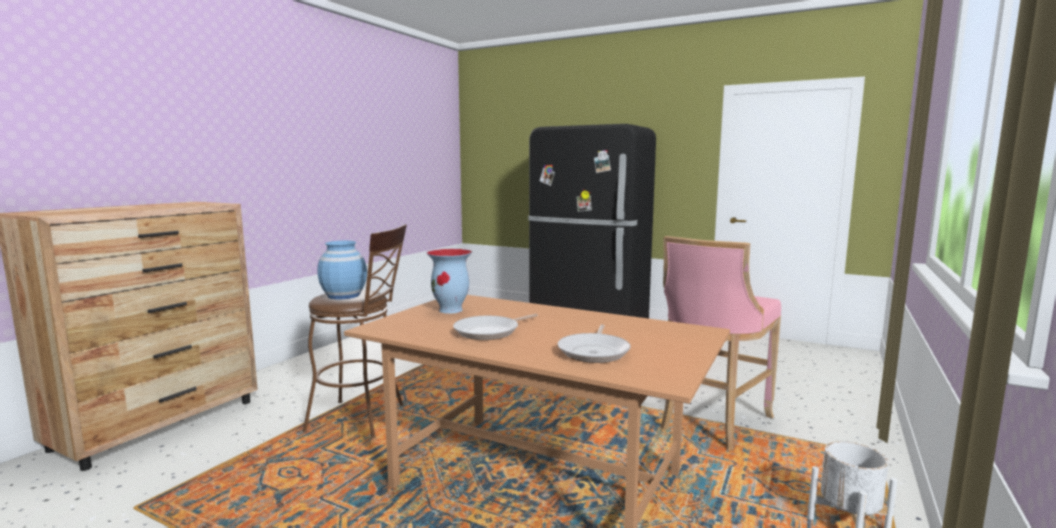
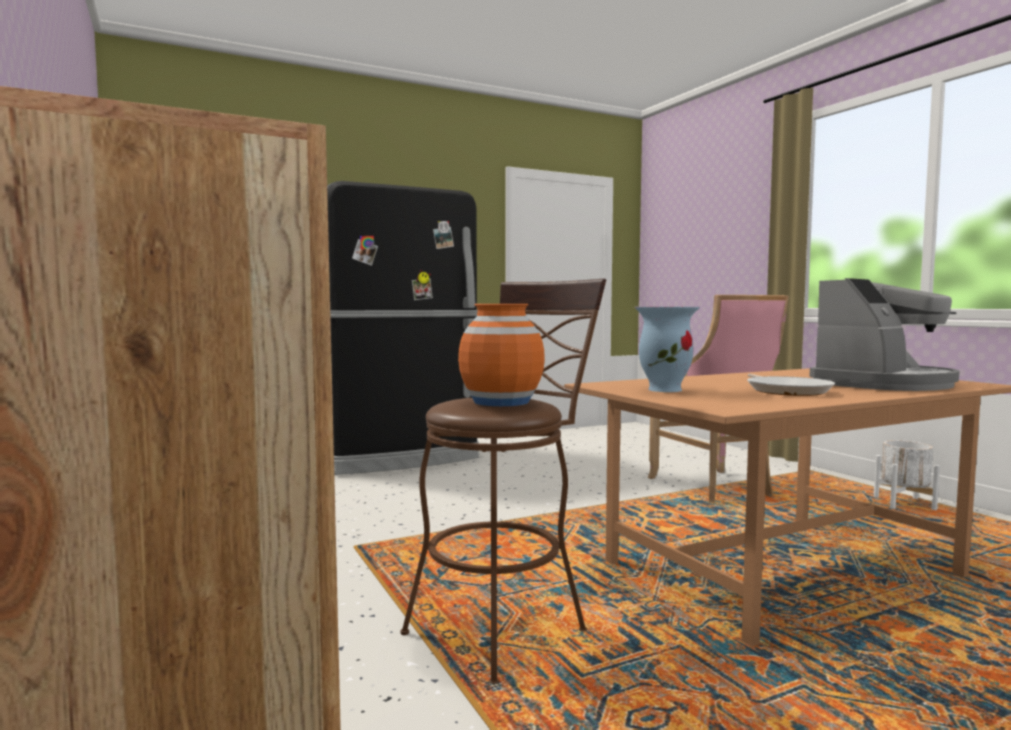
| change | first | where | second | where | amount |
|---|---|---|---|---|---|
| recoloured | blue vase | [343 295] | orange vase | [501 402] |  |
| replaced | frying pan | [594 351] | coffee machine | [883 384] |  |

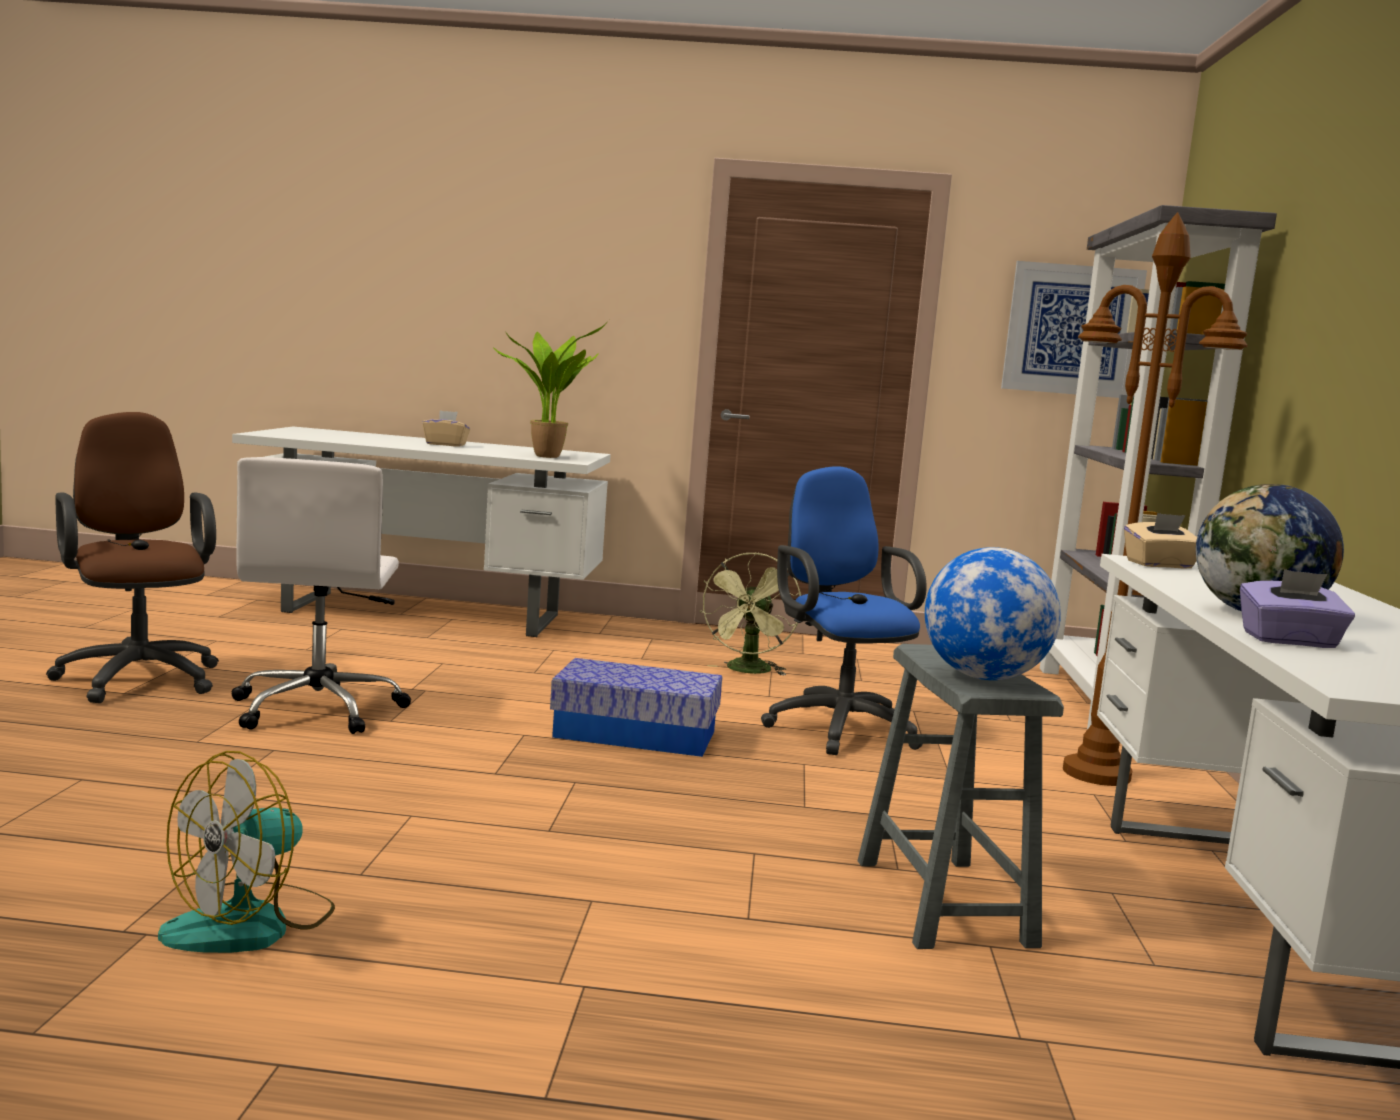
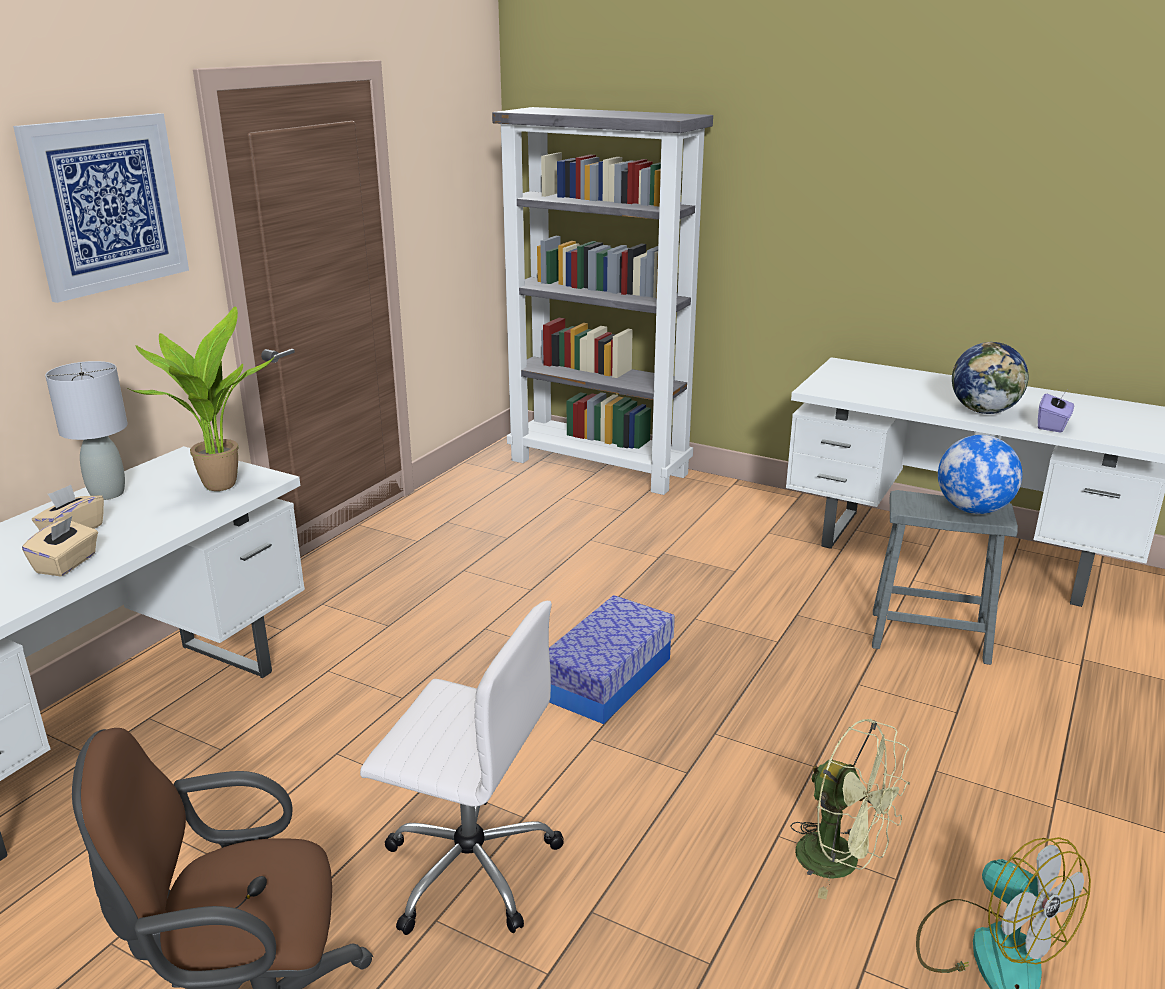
| change | first | where | second | where | amount |
|---|---|---|---|---|---|
| removed | brown floor lamp | [1097 774] |  |  |  |
| moved | picture | [1072 330] |  | [106 204] |  |
| removed | blue office chair | [836 727] |  |  |  |
| moved | beige tissue box | [1160 565] |  | [67 564] |  |
| moved | green fan | [748 671] |  | [841 862] |  |
| added |  |  | grey table lamp | [107 494] |  |

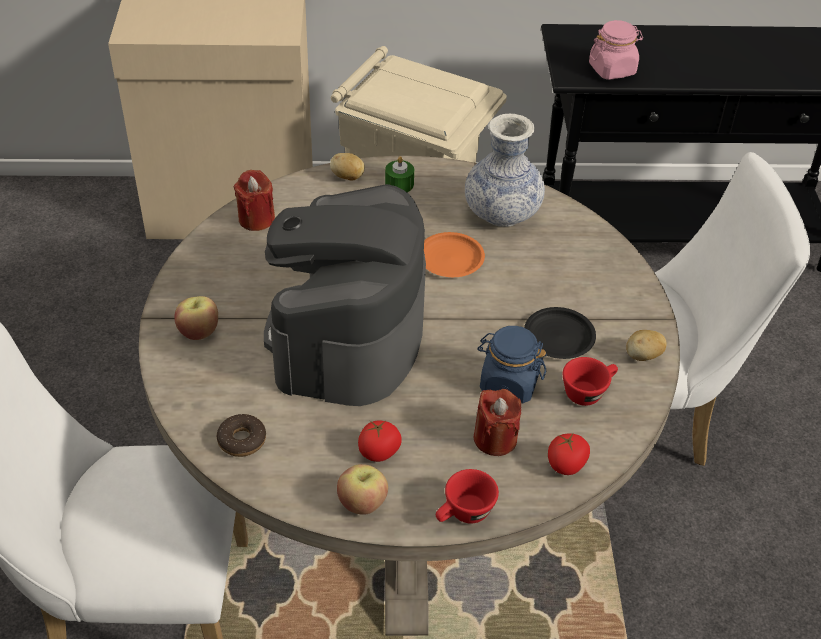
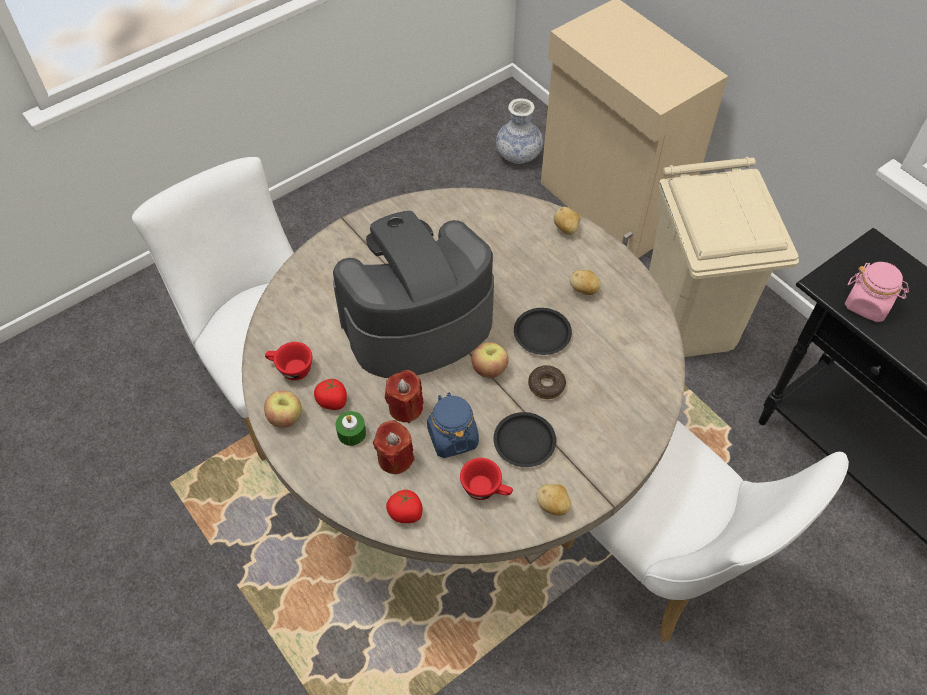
| change | first | where | second | where | amount |
|---|---|---|---|---|---|
| moved | vase | [502 213] |  | [518 155] |  |
| moved | green candle | [399 184] |  | [351 433] |  |
| moved | red candle | [256 219] |  | [405 407] |  |
| recoloured | orange plate | [450 259] | black plate | [542 333] |  |
| moved | apple | [198 331] |  | [489 369] |  |
| moved | donut | [242 440] |  | [546 385] |  |
| moved | red cup | [464 514] |  | [290 369] |  |
| added |  |  | potato | [584 290] |  |

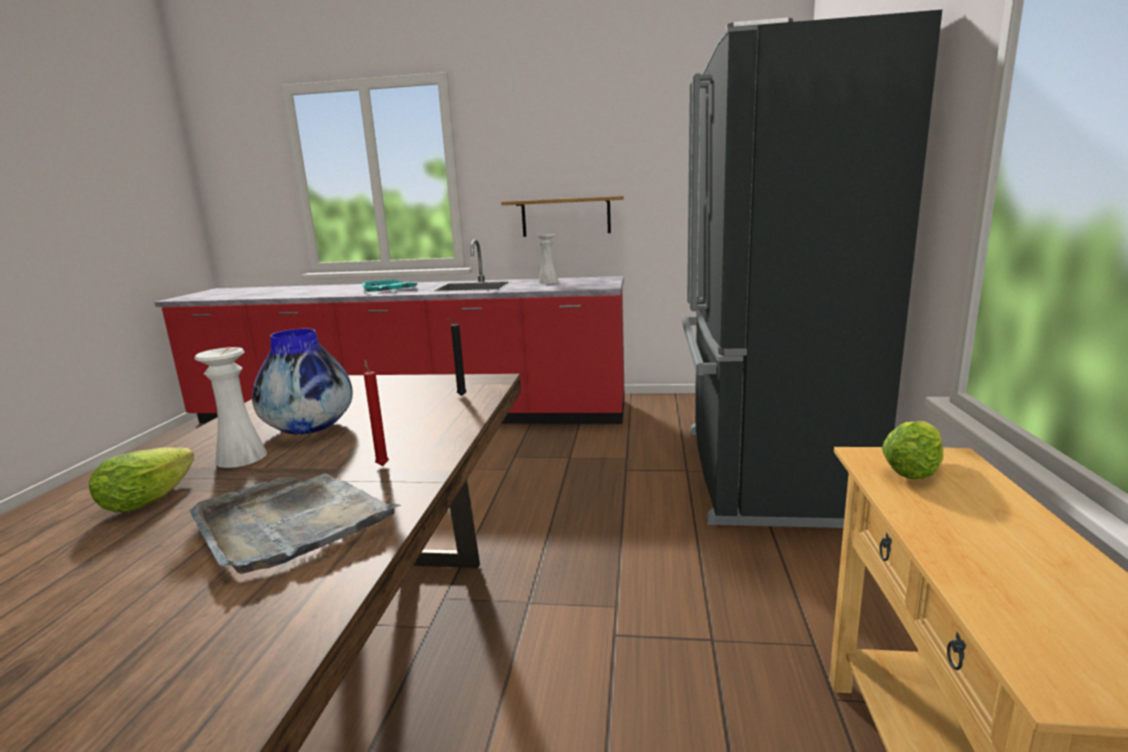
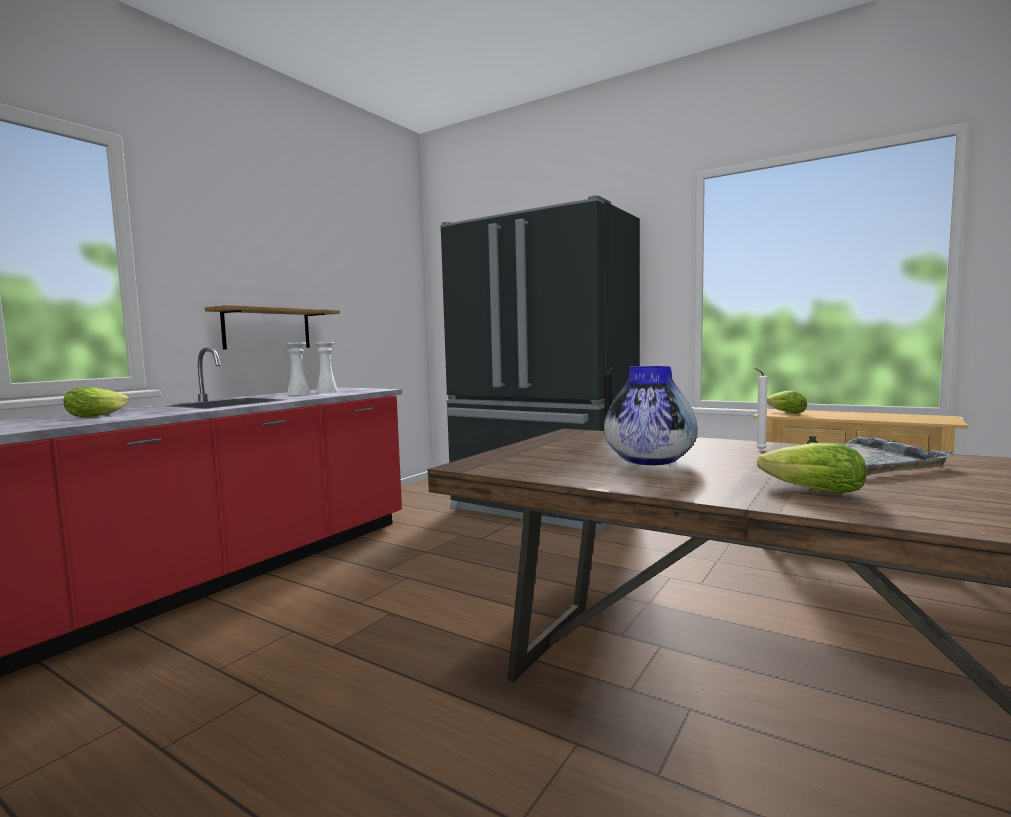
| change | first | where | second | where | amount |
|---|---|---|---|---|---|
| replaced | turquoise tray | [389 288] | lettuce | [100 415] |  |
| moved | white vase | [241 457] |  | [327 391] |  |
| recoloured | red candle | [382 465] | white candle | [759 450] |  |

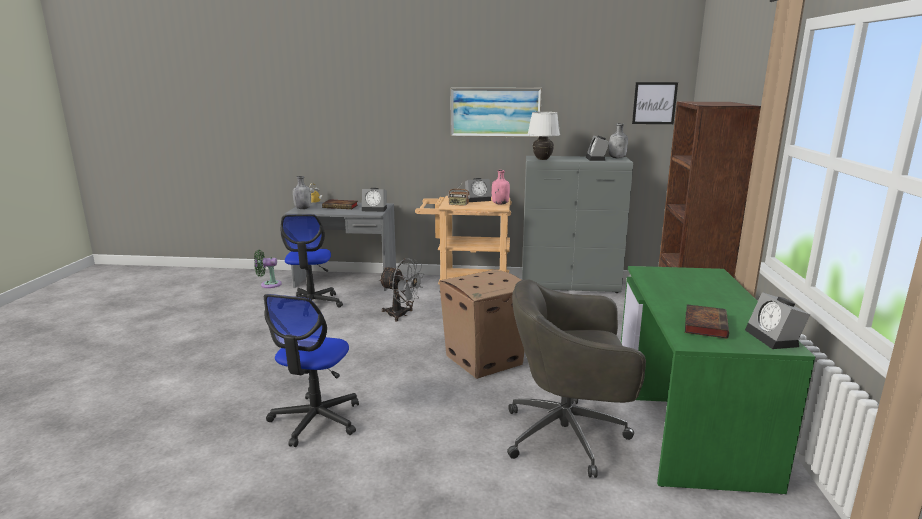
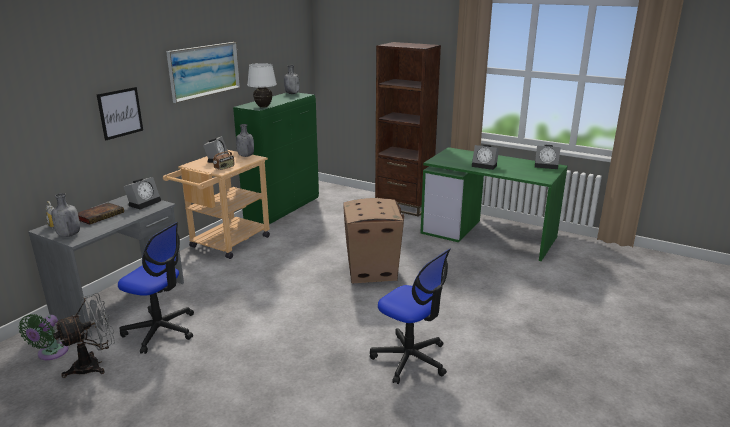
| change | first | where | second | where | amount |
|---|---|---|---|---|---|
| moved | picture | [654 103] |  | [120 113] |  |
| moved | alarm clock | [596 159] |  | [485 165] |  |
| recoloured | grey cabinet | [570 286] | green cabinet | [283 209] |  |
| recoloured | pink bottle | [500 204] | grey bottle | [245 156] |  |
| moved | grey fan | [402 315] |  | [94 365] |  |
| removed | grey office chair | [569 435] |  |  |  |
| removed | book | [704 324] |  |  |  |

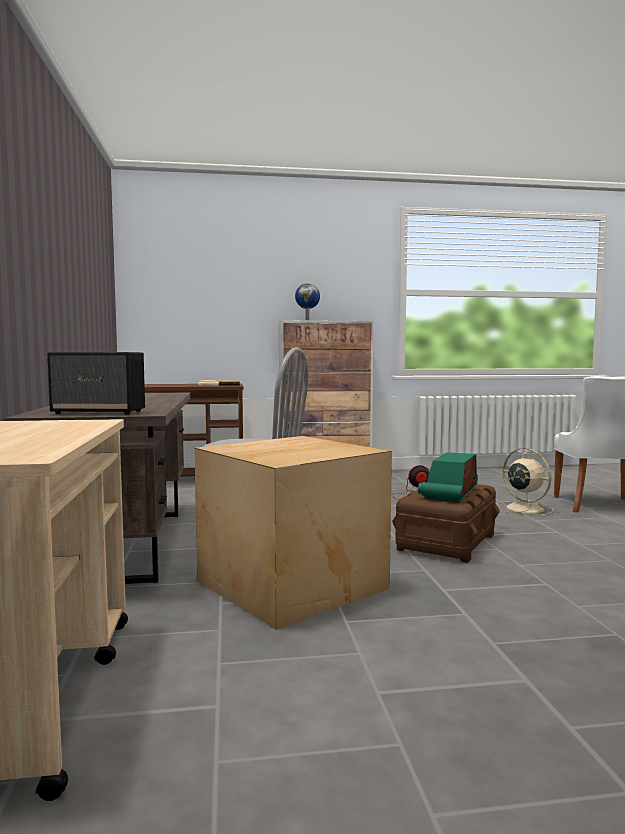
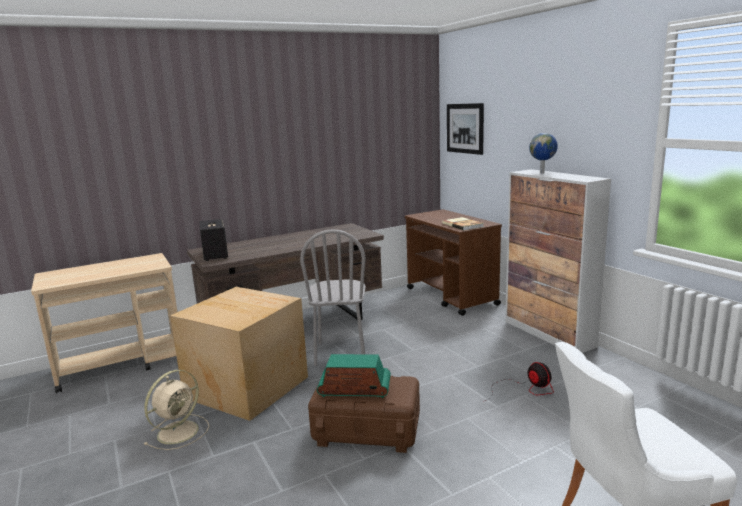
| change | first | where | second | where | amount |
|---|---|---|---|---|---|
| moved | beige fan | [523 508] |  | [179 431] |  |
| added |  |  | picture | [465 128] |  |

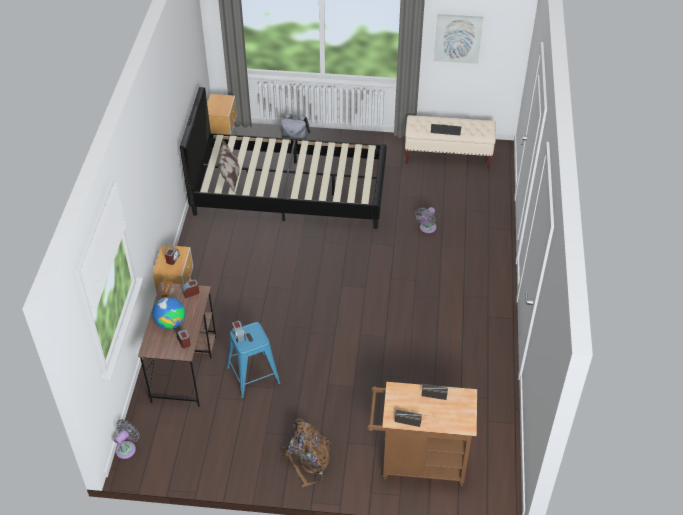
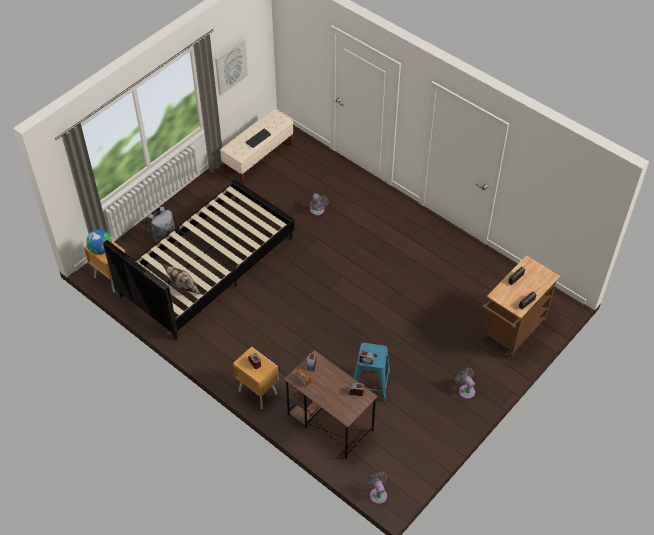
| change | first | where | second | where | amount |
|---|---|---|---|---|---|
| moved | globe | [170 323] |  | [101 249] |  |
| replaced | brown backpack | [308 459] | grey fan | [465 390] |  |

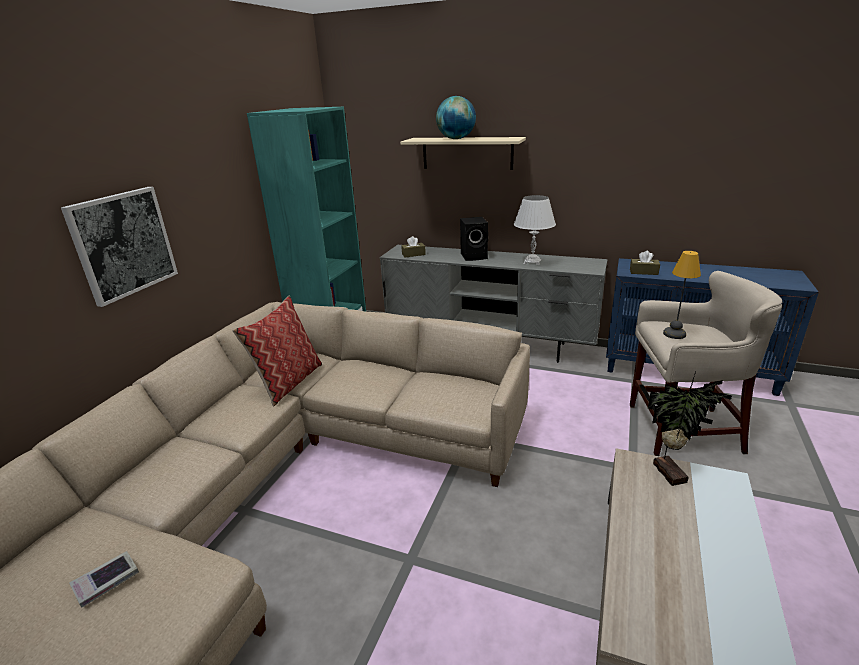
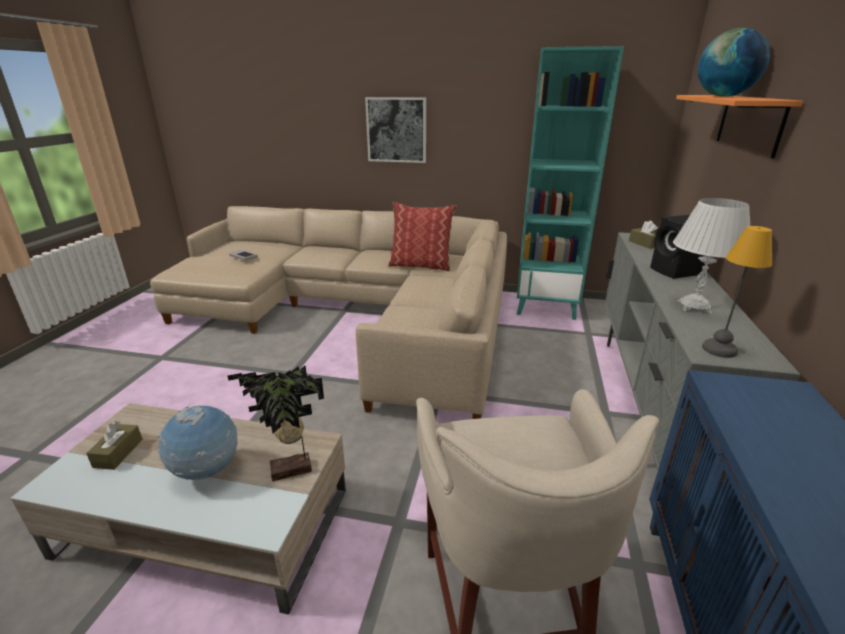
| change | first | where | second | where | amount |
|---|---|---|---|---|---|
| recoloured | beige shelf | [467 153] | orange shelf | [749 123] |  |
| moved | brown tissue box | [643 272] |  | [118 453] |  |
| moved | table lamp | [674 334] |  | [720 350] |  |
| added |  |  | globe | [207 472] |  |

